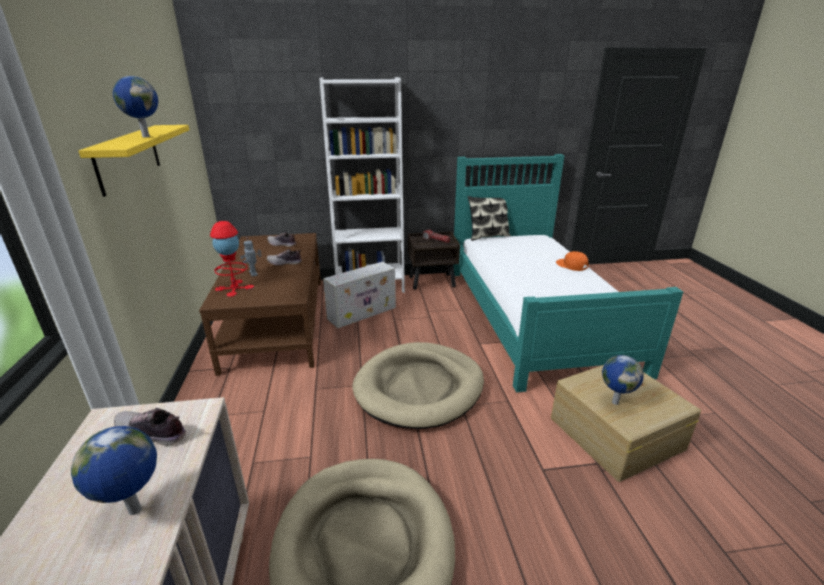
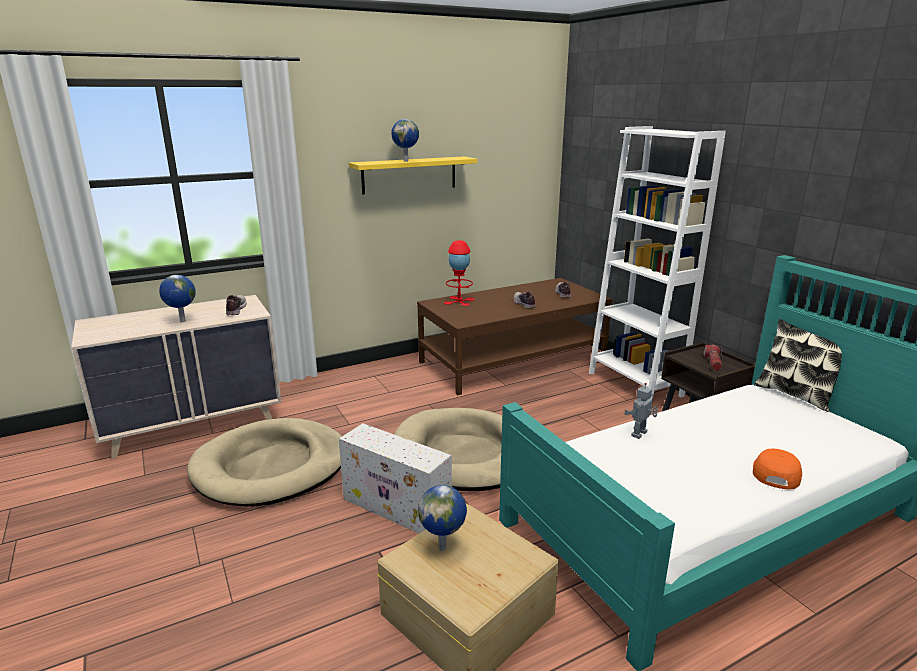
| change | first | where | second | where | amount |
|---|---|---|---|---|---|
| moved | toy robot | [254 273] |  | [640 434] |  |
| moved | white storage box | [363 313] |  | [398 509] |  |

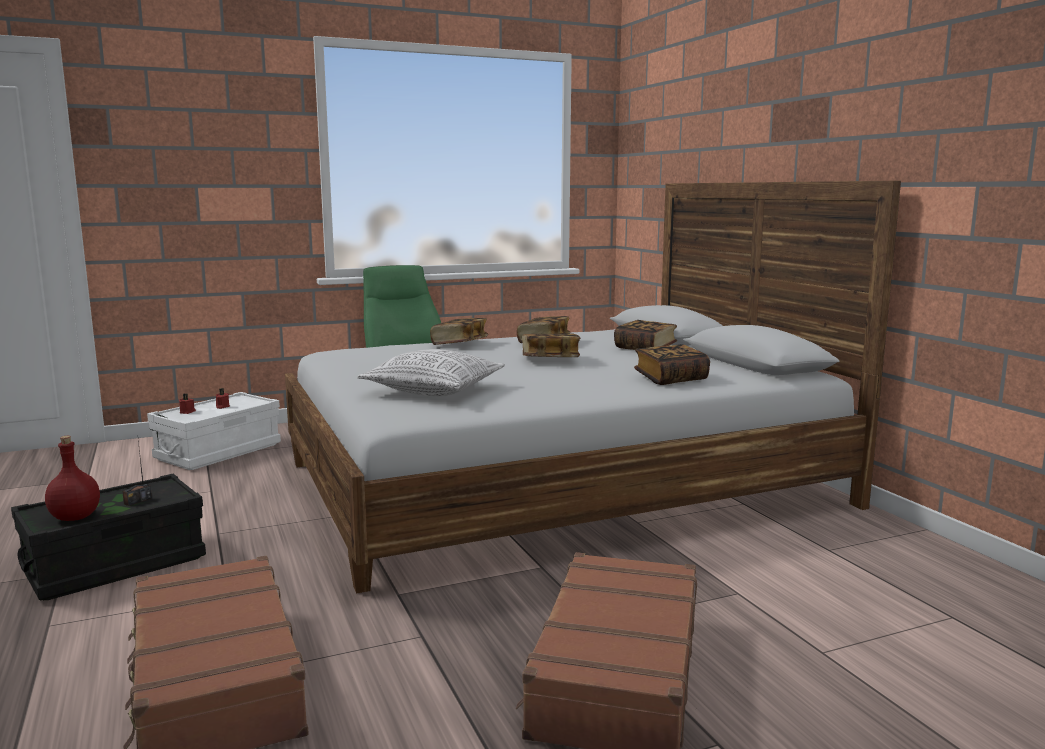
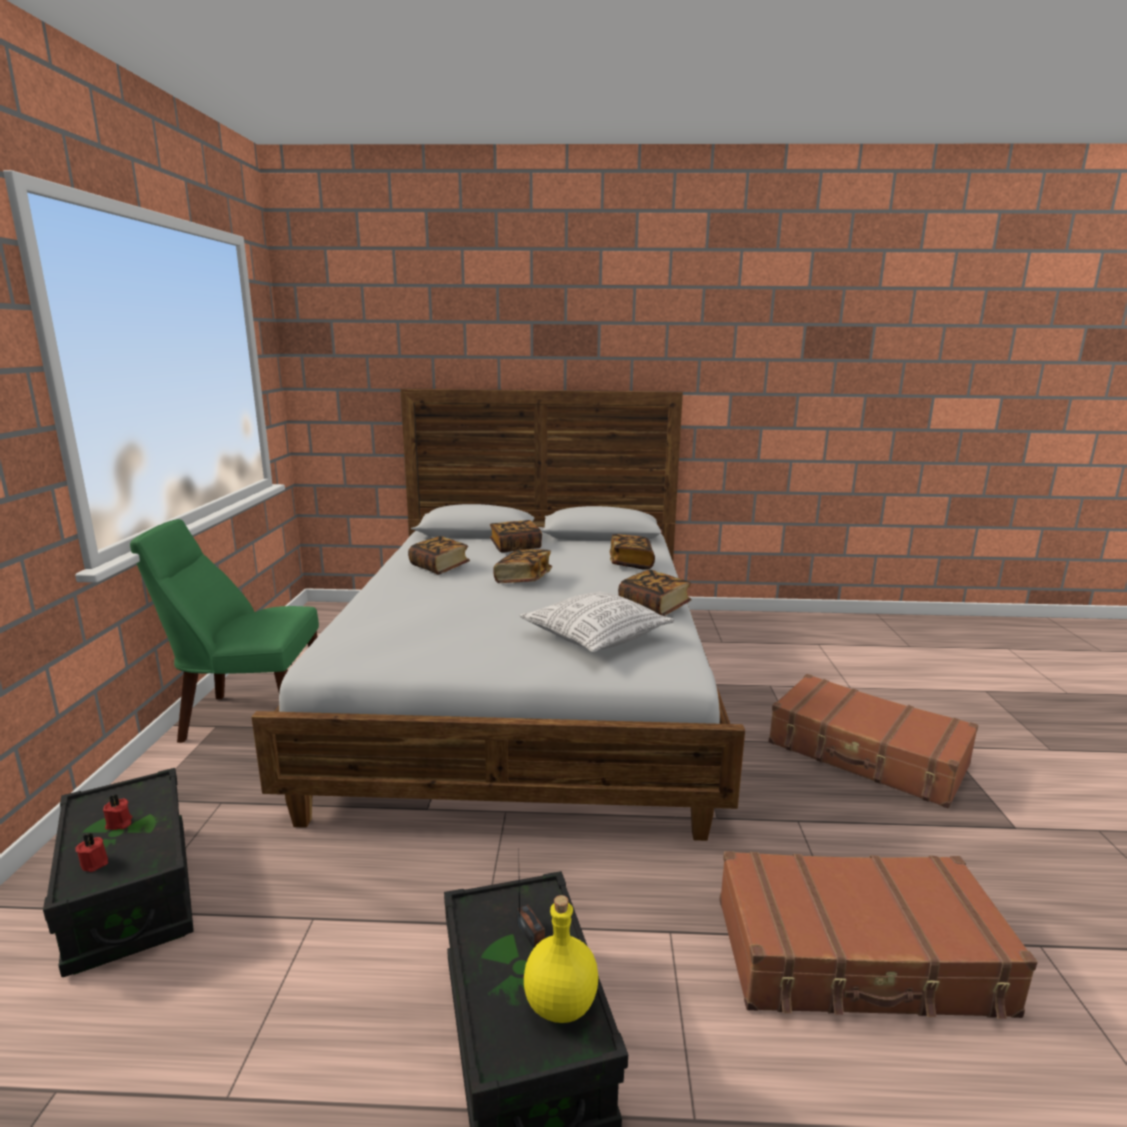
| change | first | where | second | where | amount |
|---|---|---|---|---|---|
| moved | book | [459 344] |  | [654 606] |  |
| recoloured | white storage box | [218 451] | black storage box | [131 894] |  |
| recoloured | red bottle | [76 517] | yellow bottle | [559 1003] |  |

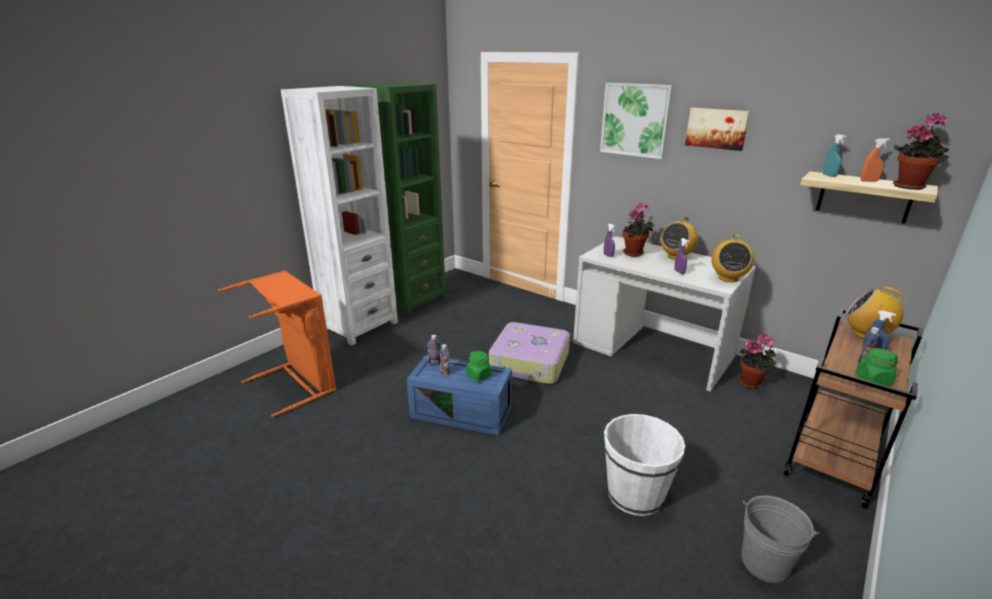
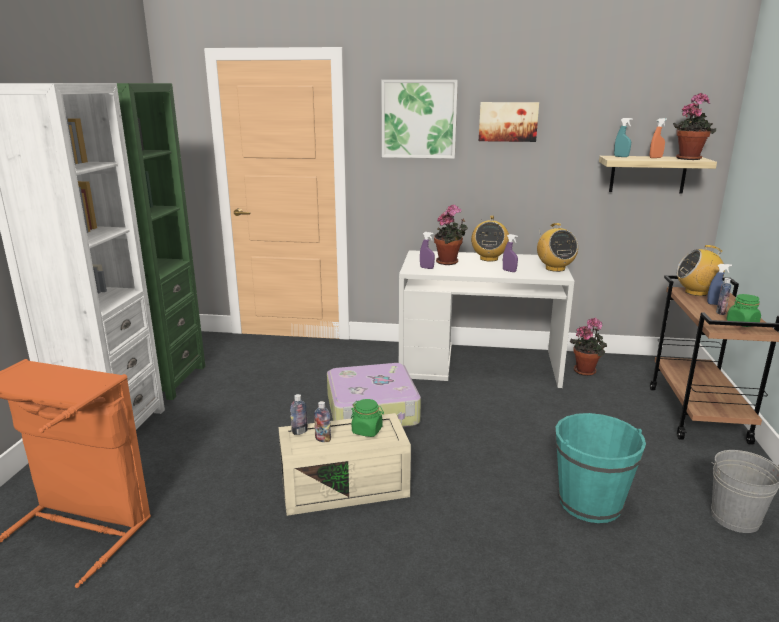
| change | first | where | second | where | amount |
|---|---|---|---|---|---|
| recoloured | blue storage box | [463 411] | beige storage box | [346 485] |  |
| recoloured | white bucket | [635 494] | turquoise bucket | [590 503] |  |

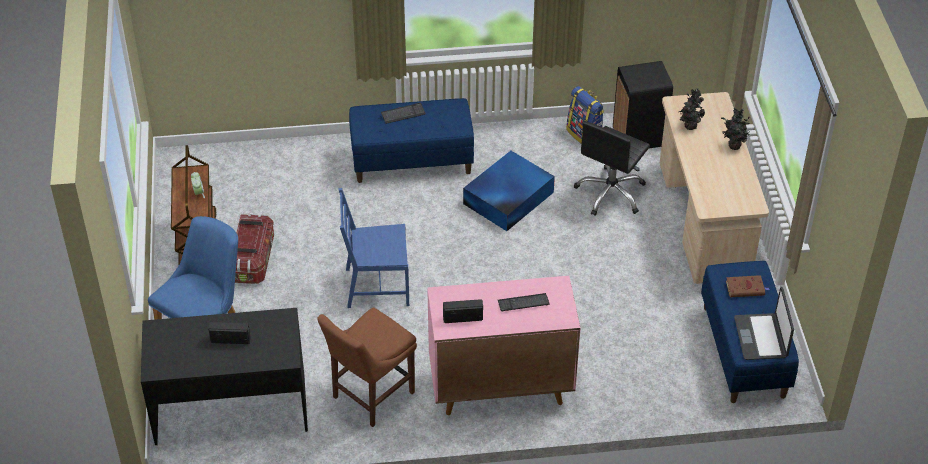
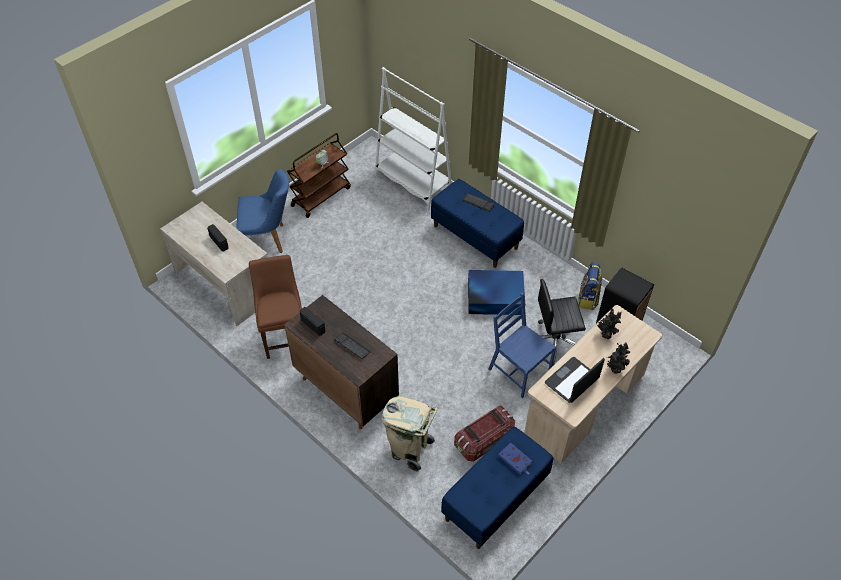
| change | first | where | second | where | amount |
|---|---|---|---|---|---|
| moved | blue chair | [376 286] |  | [518 371] |  |
| moved | storage box | [253 260] |  | [484 440] |  |
| recoloured | brown book | [746 288] | blue book | [515 460] |  |
| recoloured | pink cabinet | [499 387] | brown cabinet | [345 390] |  |
| moved | laptop | [761 337] |  | [572 381] |  |
| recoloured | black desk | [231 407] | beige desk | [225 284] |  |
| turned | brown chair | [370 396] |  | [284 336] | 75 degrees clockwise |
| added |  |  | white bookcase | [413 183] |  |
| added |  |  | beige trash can | [409 450] |  |

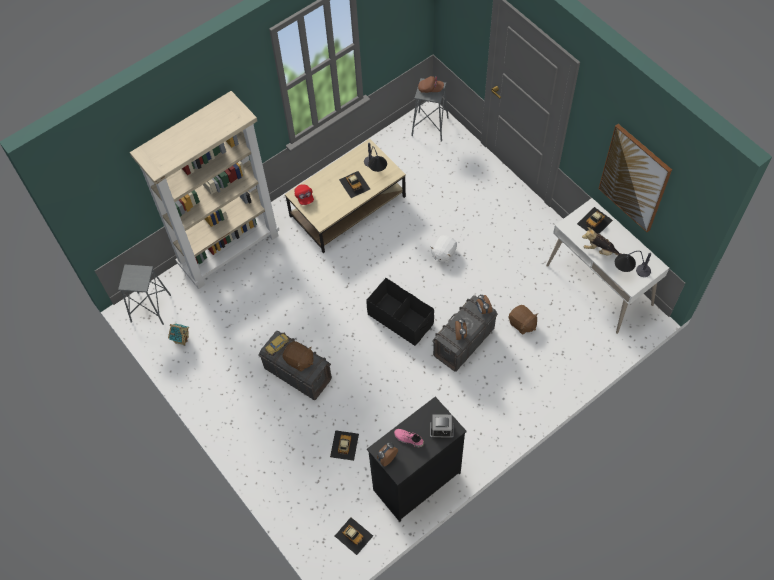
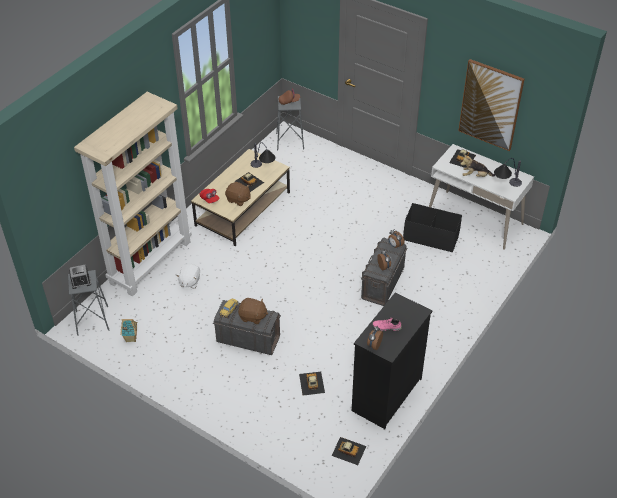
| change | first | where | second | where | amount |
|---|---|---|---|---|---|
| moved | white plush toy | [443 253] |  | [189 281] |  |
| moved | black storage box | [400 319] |  | [431 237] |  |
| moved | brown plush toy | [522 324] |  | [238 199] |  |
| moved | alarm clock | [441 430] |  | [81 282] |  |

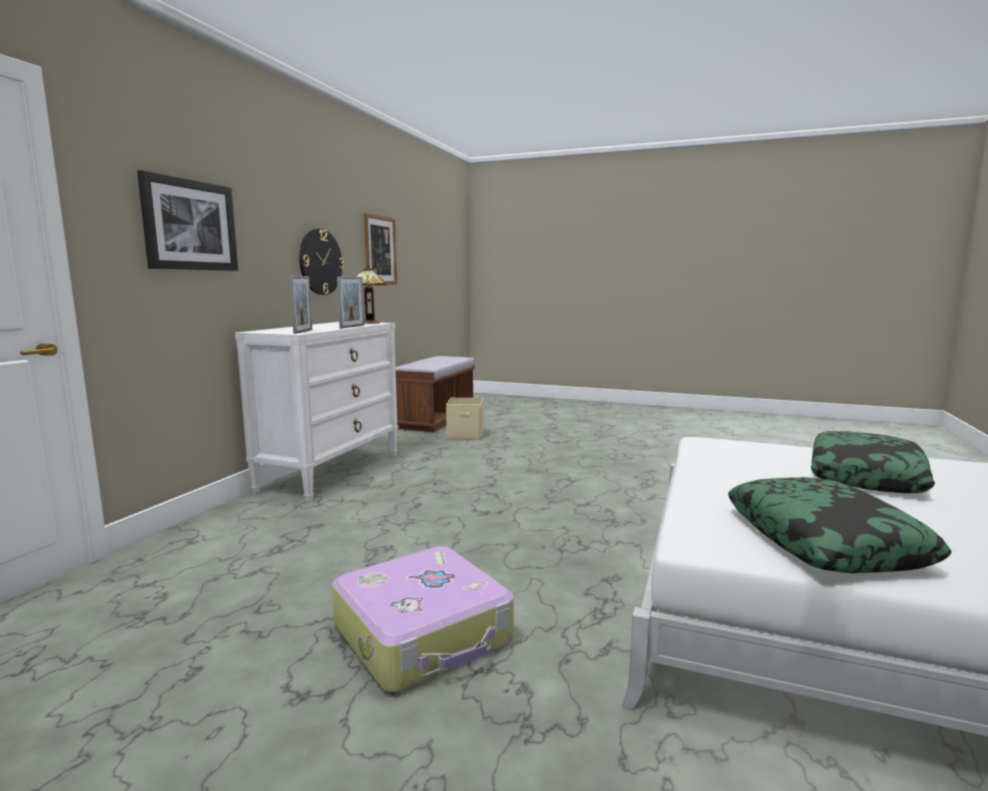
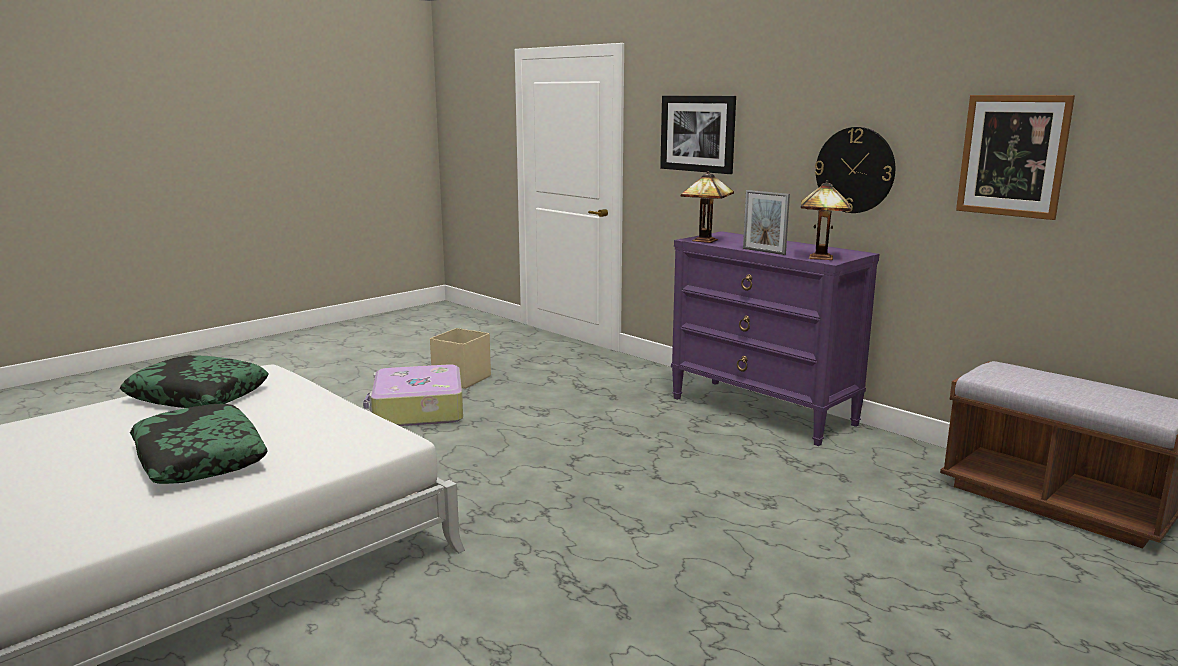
| change | first | where | second | where | amount |
|---|---|---|---|---|---|
| replaced | picture frame | [303 331] | table lamp | [707 240] |  |
| recoloured | white dresser | [331 471] | purple dresser | [763 411] |  |
| moved | beige storage box | [466 435] |  | [461 379] |  |

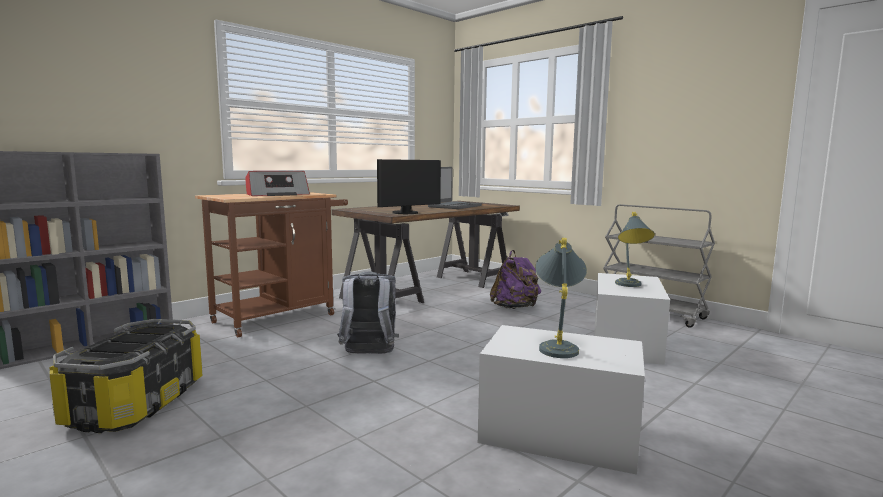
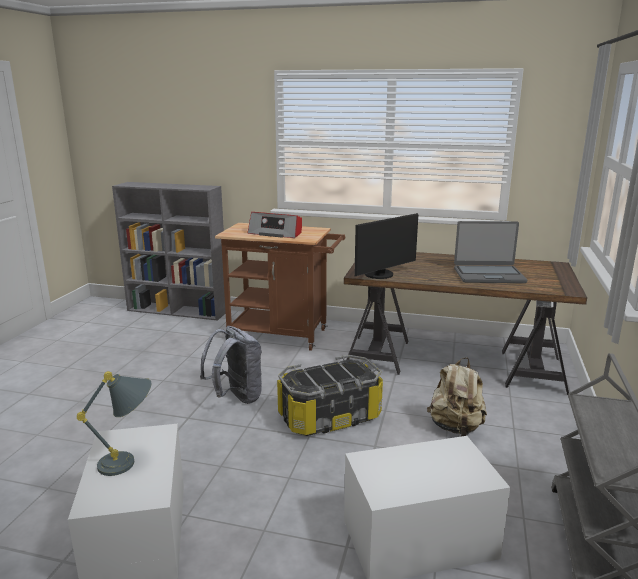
| change | first | where | second | where | amount |
|---|---|---|---|---|---|
| turned | monitor | [407 213] |  | [381 275] | 60 degrees counterclockwise |
| removed | grey table lamp | [630 286] |  |  |  |
| recoloured | purple backpack | [515 308] | beige backpack | [455 428] |  |
| moved | storage box | [135 403] |  | [329 416] |  |

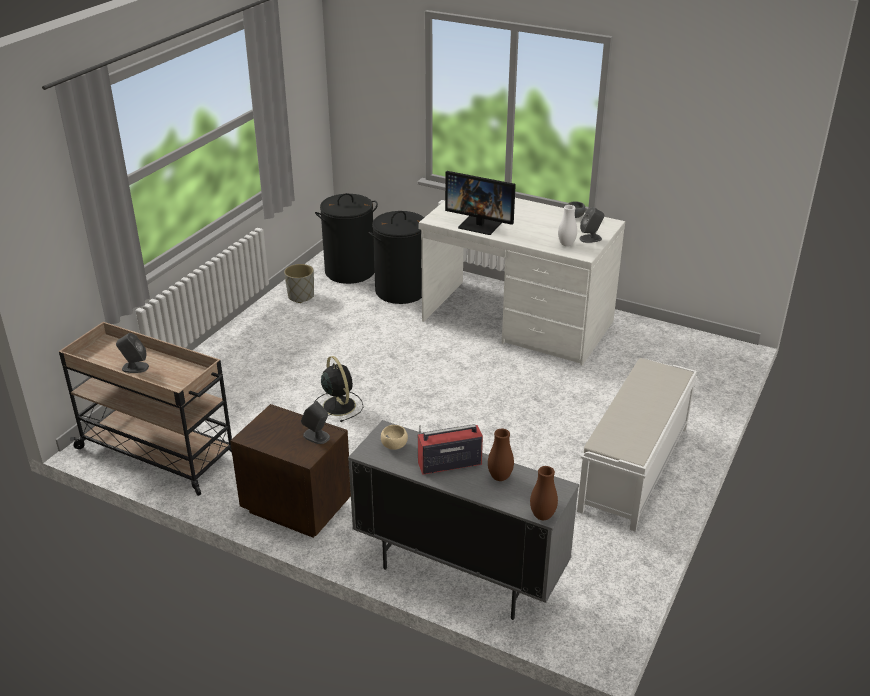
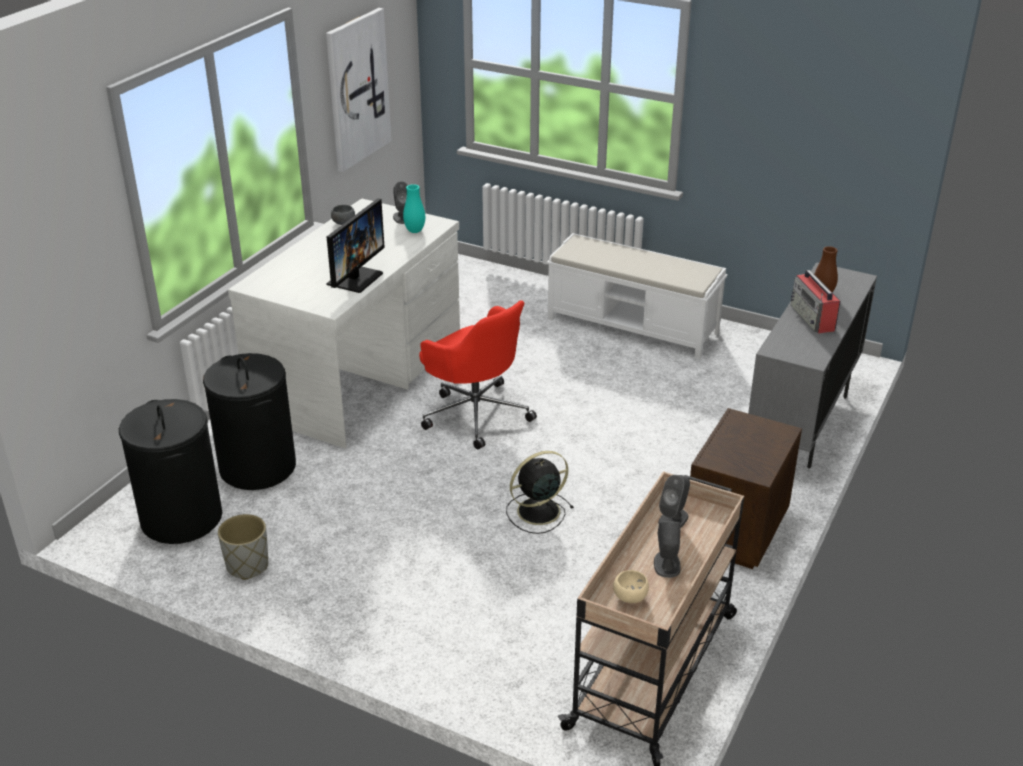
| change | first | where | second | where | amount |
|---|---|---|---|---|---|
| recoloured | white vase | [566 244] | turquoise vase | [415 231] |  |
| moved | grey speaker | [316 436] |  | [673 519] |  |
| moved | beige bowl | [393 446] |  | [630 597] |  |
| removed | brown vase | [542 516] |  |  |  |
| added |  |  | picture | [357 89] |  |
| added |  |  | red office chair | [475 413] |  |

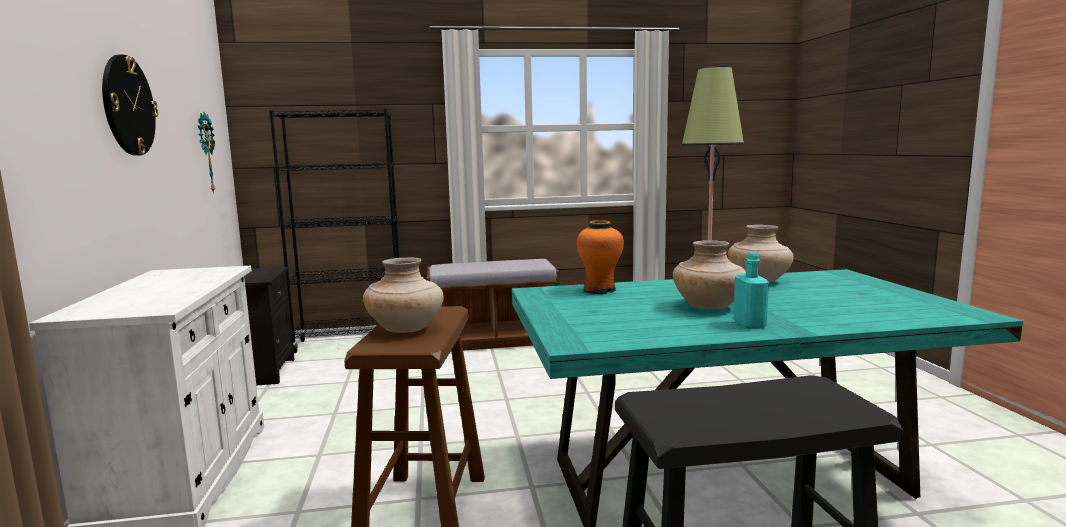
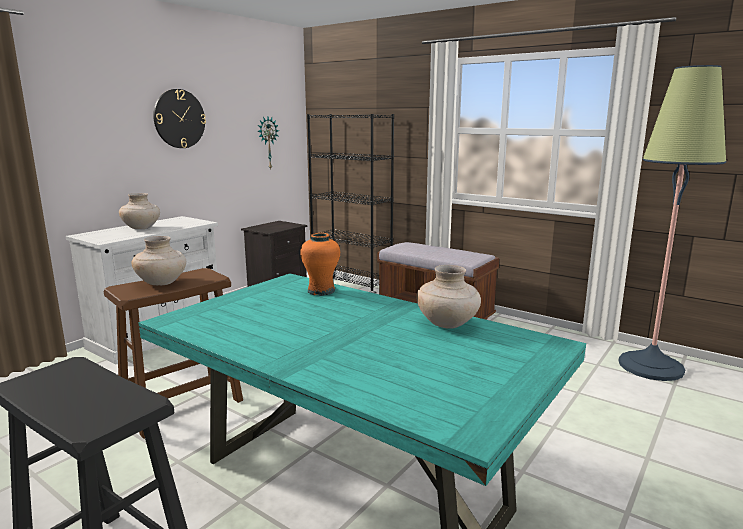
| change | first | where | second | where | amount |
|---|---|---|---|---|---|
| moved | beige vase | [709 307] |  | [141 228] |  |
| removed | turquoise bottle | [749 324] |  |  |  |

